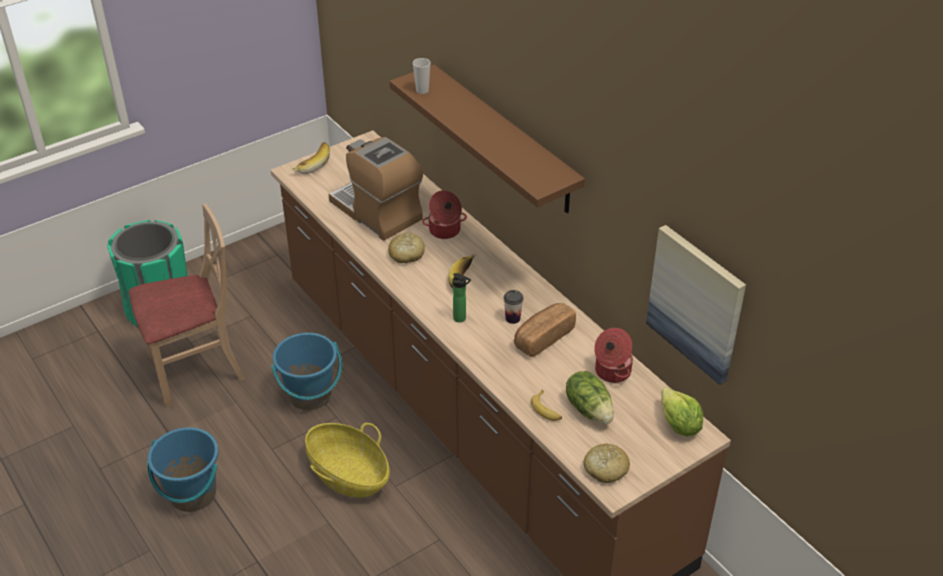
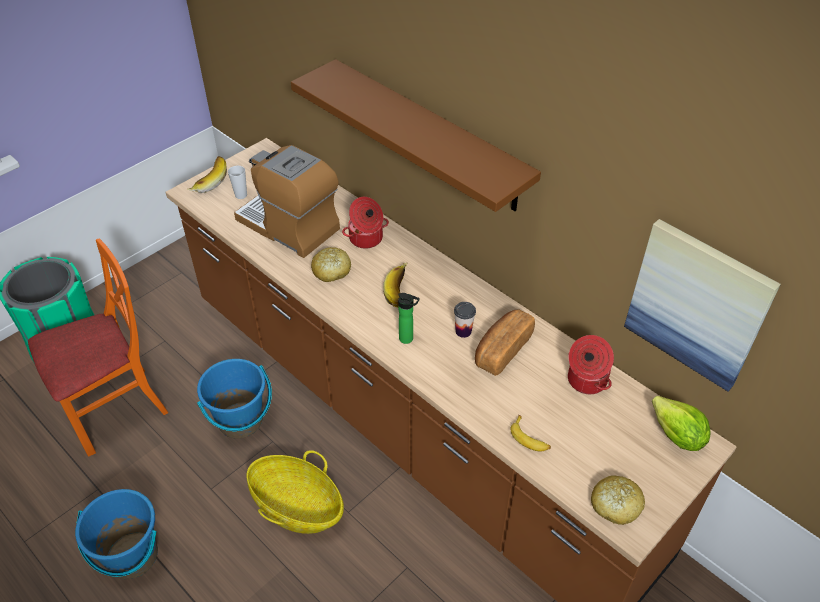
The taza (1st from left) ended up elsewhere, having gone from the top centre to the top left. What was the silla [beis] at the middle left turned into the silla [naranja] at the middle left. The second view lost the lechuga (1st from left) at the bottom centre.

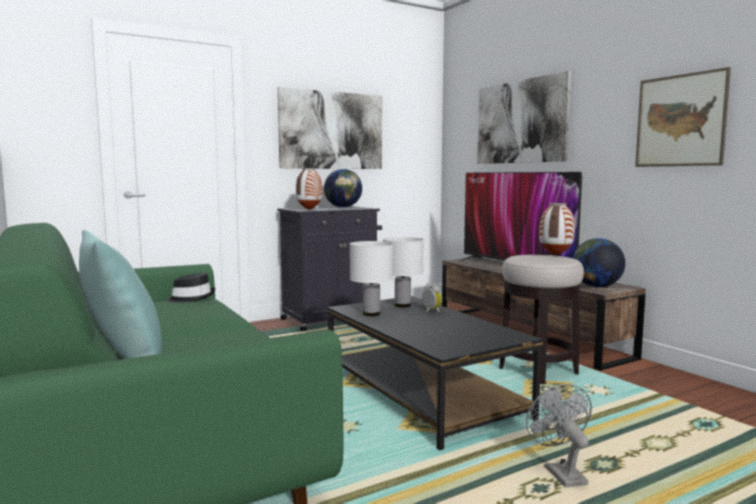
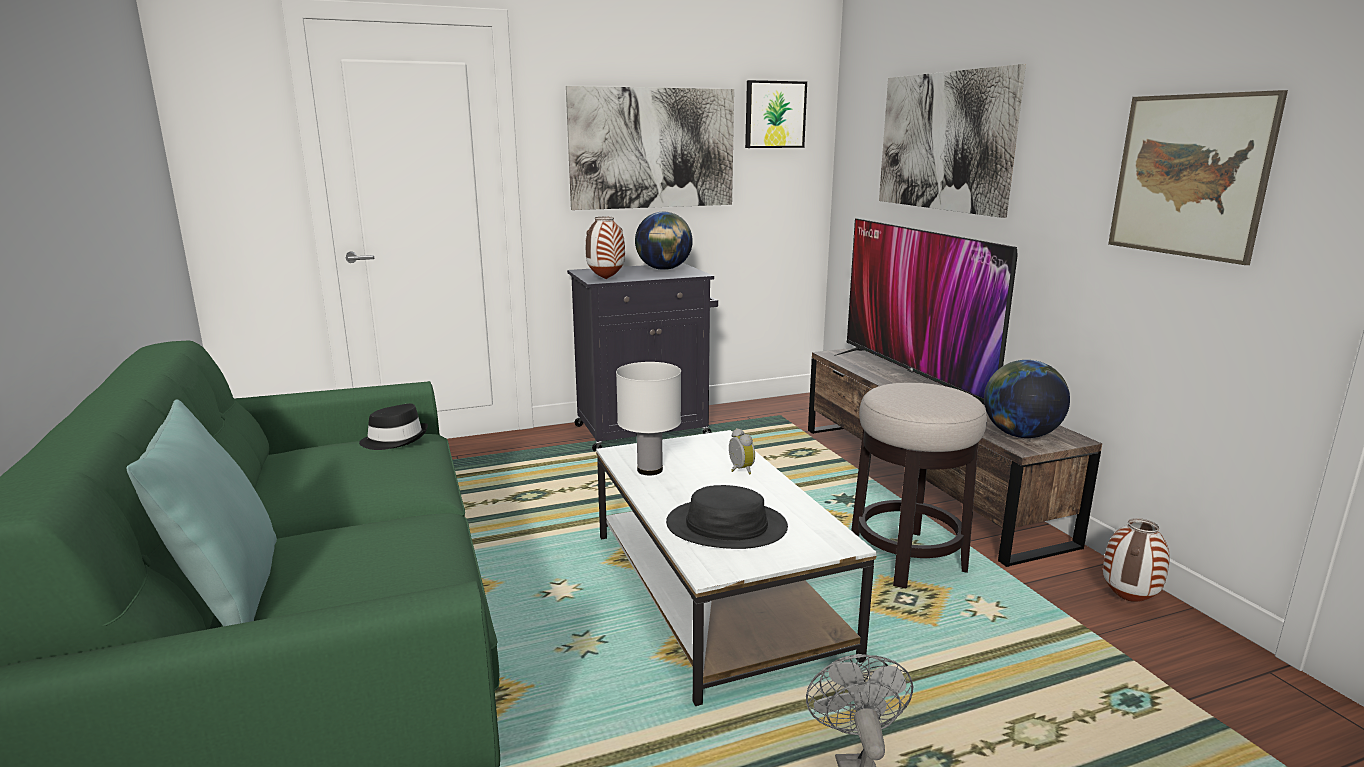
The florero (2nd from left) ended up elsewhere, having gone from the middle right to the bottom right. The second view lost the lámpara de mesa [blanco] (2nd from left) at the centre. What was the mesa de centro [negro] at the bottom centre turned into the mesa de centro [blanco] at the bottom centre. The second view gained the cuadro (2nd from left) at the top centre. The second view gained the sombrero [negro] (2nd from left) at the bottom centre.

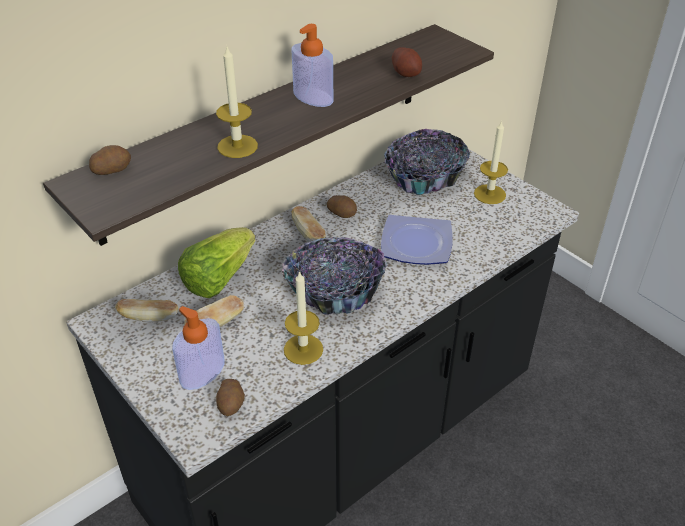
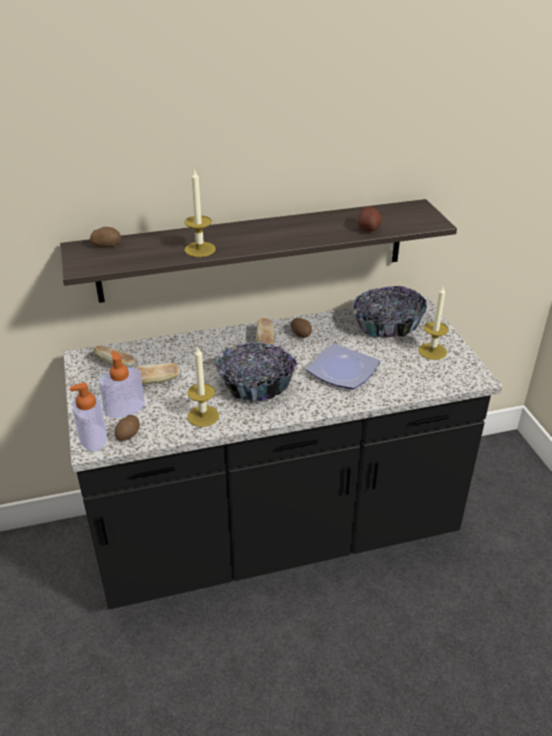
The dispensador de jabón (2nd from left in the first image) ended up elsewhere, having gone from the top centre to the middle left. The second view lost the lechuga at the middle left.

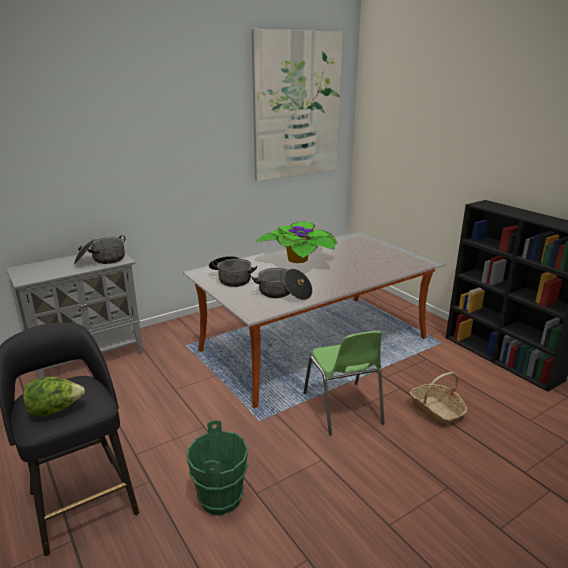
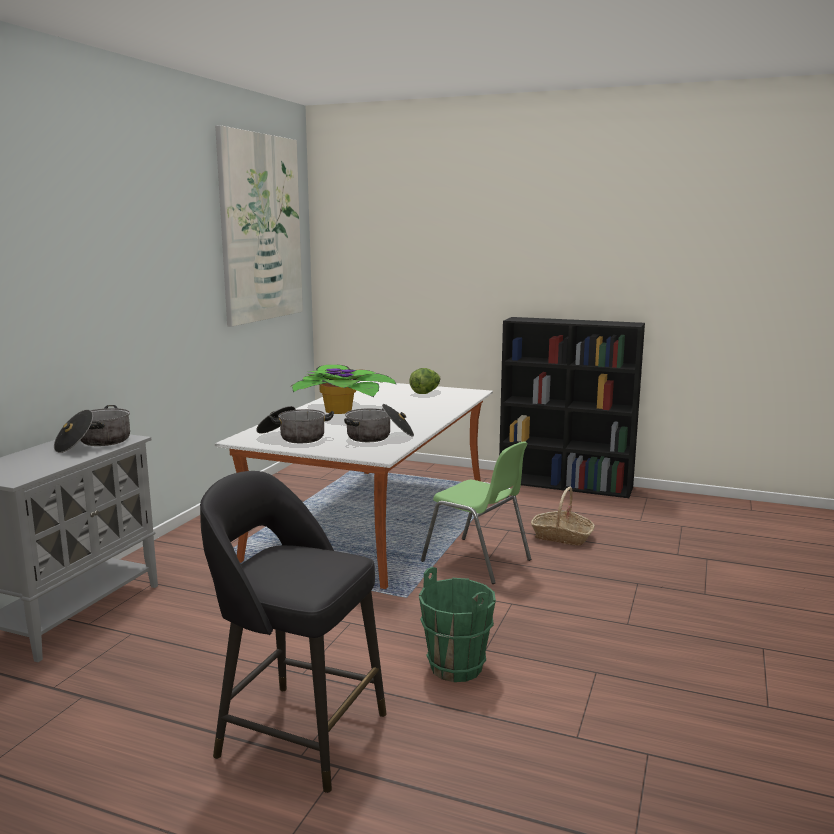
The lechuga ended up elsewhere, having gone from the bottom left to the centre.

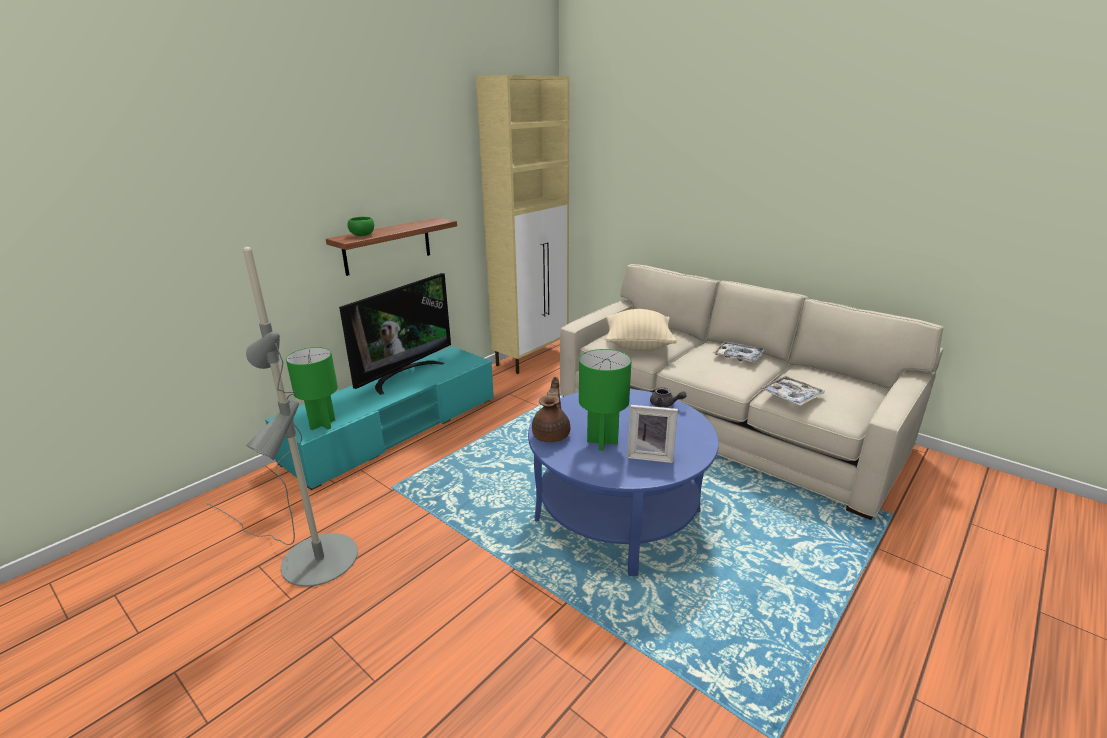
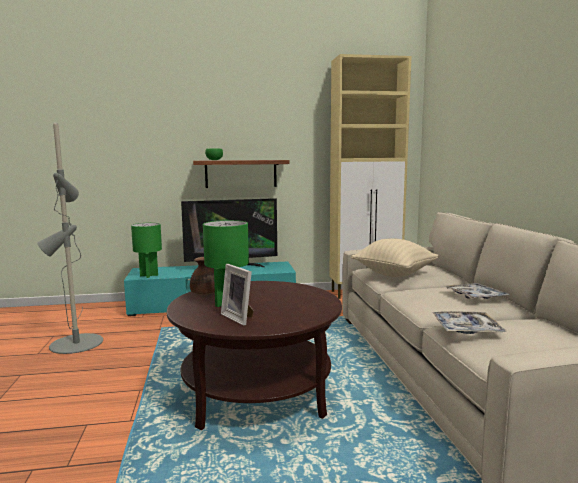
The second view lost the tetera [gris] at the centre. What was the mesa de centro [azul] at the centre turned into the mesa de centro [marrón] at the bottom centre.

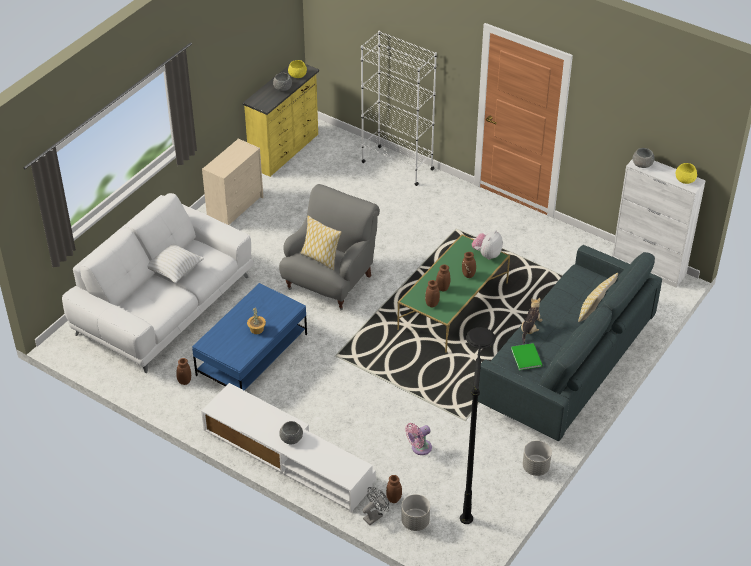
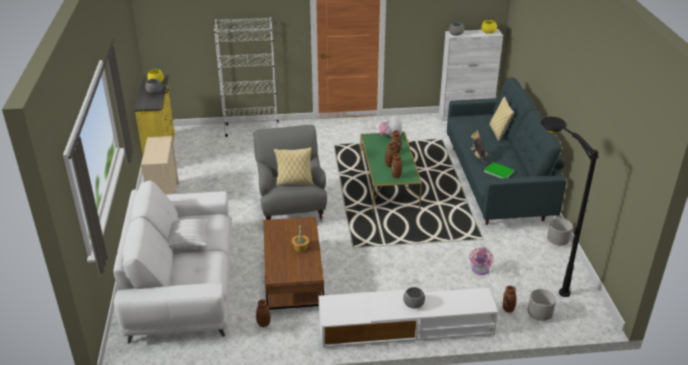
What was the mesa de centro [azul] at the middle left turned into the mesa de centro [marrón] at the bottom centre. The second view lost the ventilador [gris] at the bottom centre.

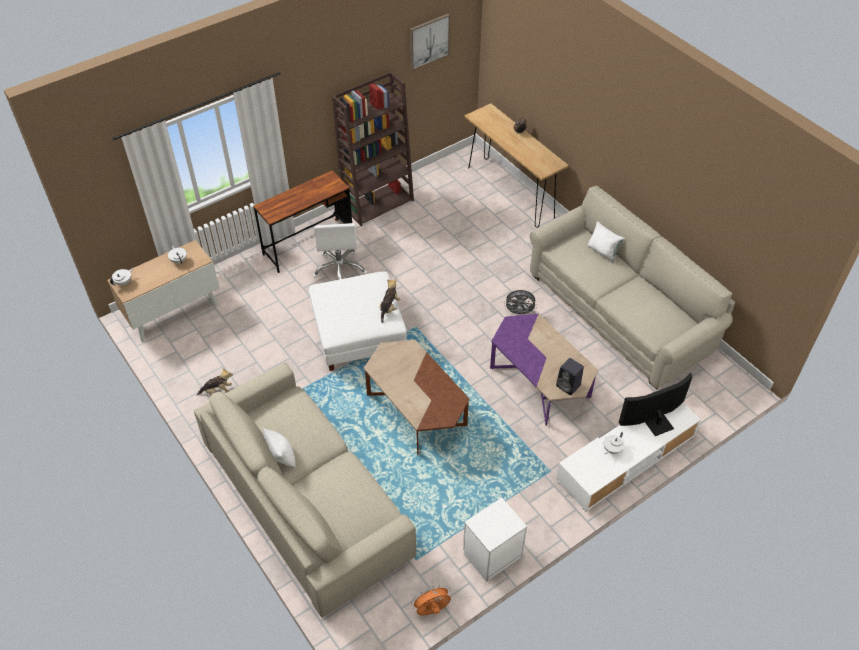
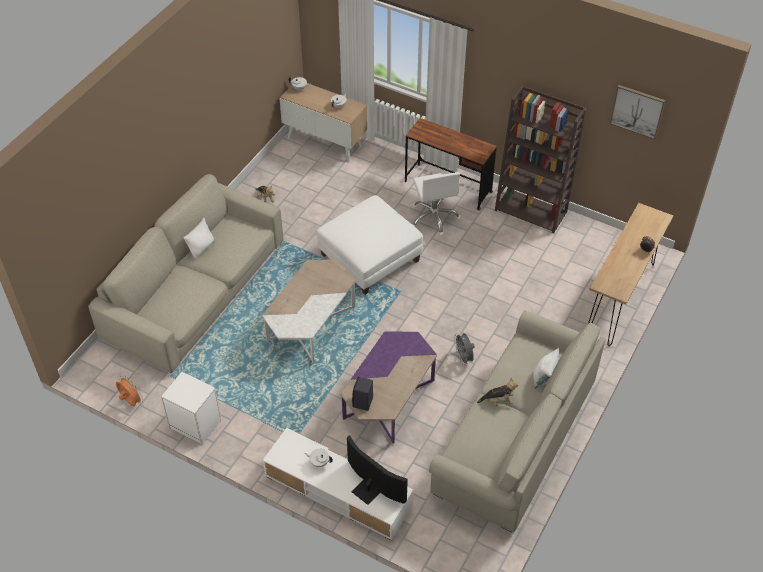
The silla de oficina [blanco] at the centre ended up facing another way, 75 degrees counterclockwise from before. The peluche (2nd from left) ended up elsewhere, having gone from the centre to the bottom centre. What was the mesa de centro [marrón] at the centre turned into the mesa de centro [blanco] at the centre.

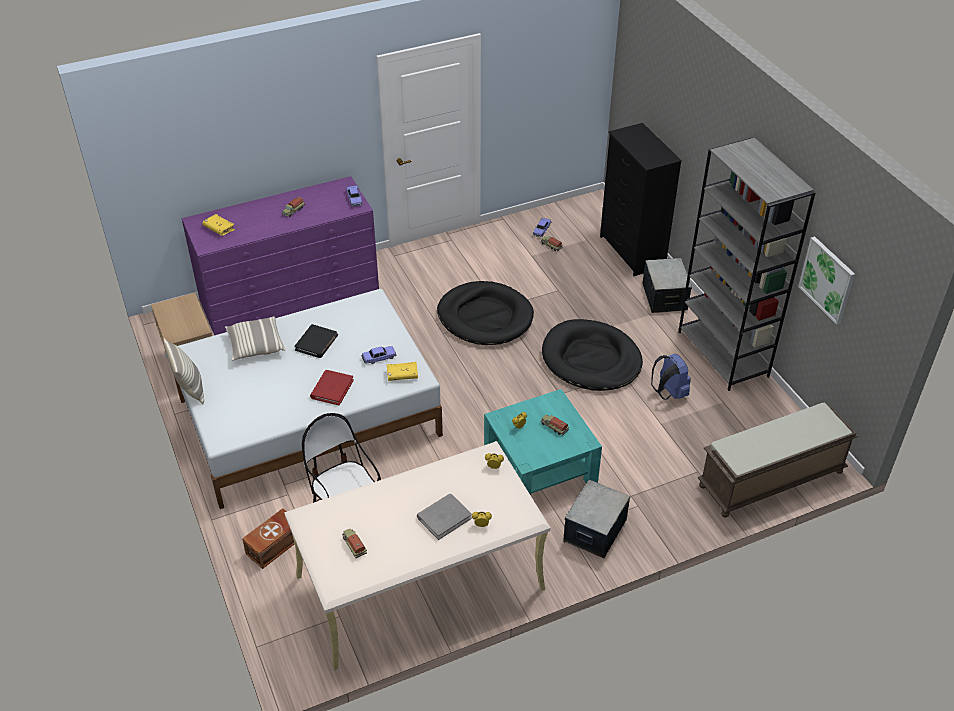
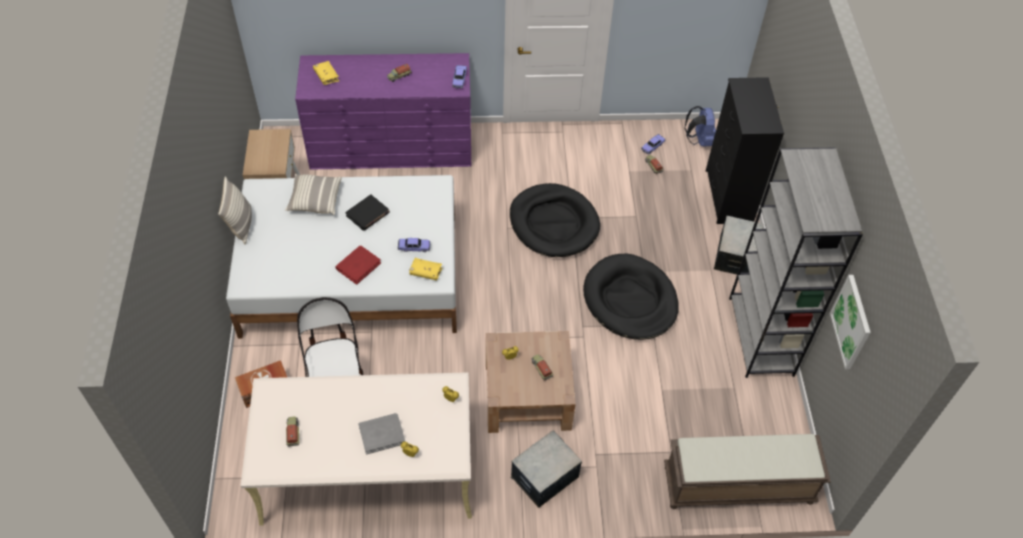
The mochila [azul] ended up elsewhere, having gone from the middle right to the top right. What was the mesa de centro [turquesa] at the centre turned into the mesa de centro [marrón] at the bottom centre.

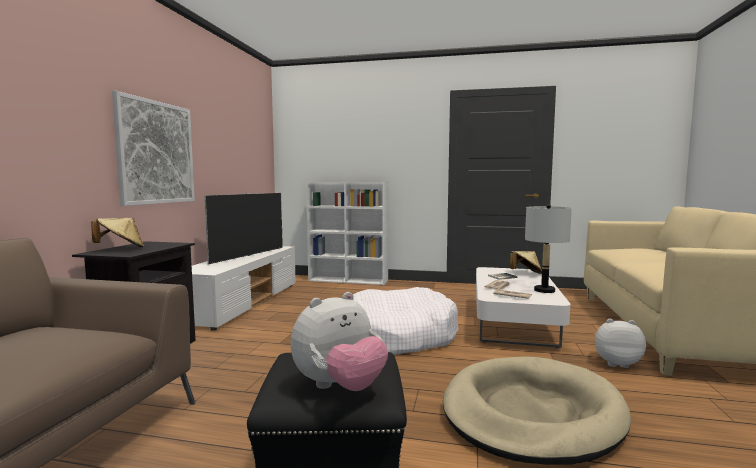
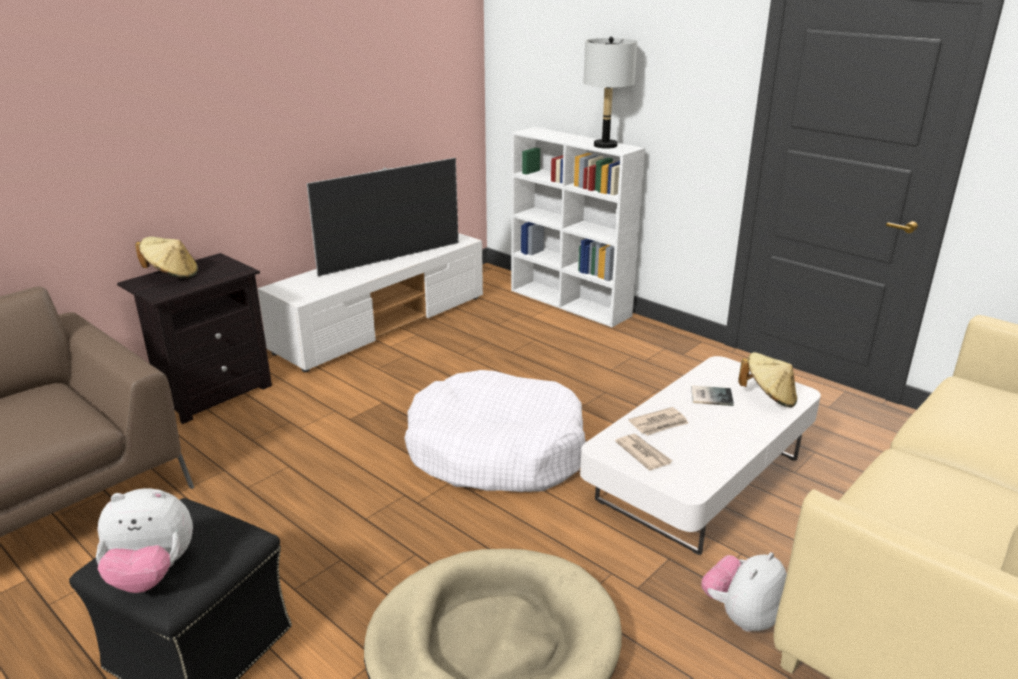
The second view lost the cuadro at the top left. The lámpara de mesa [gris] ended up elsewhere, having gone from the middle right to the top centre. The peluche (2nd from left) at the bottom right ended up facing another way, 90 degrees counterclockwise from before.

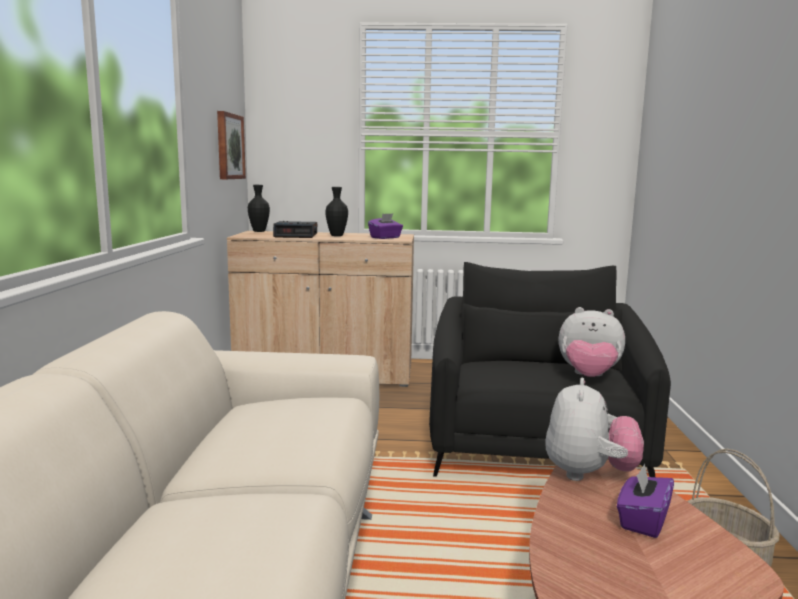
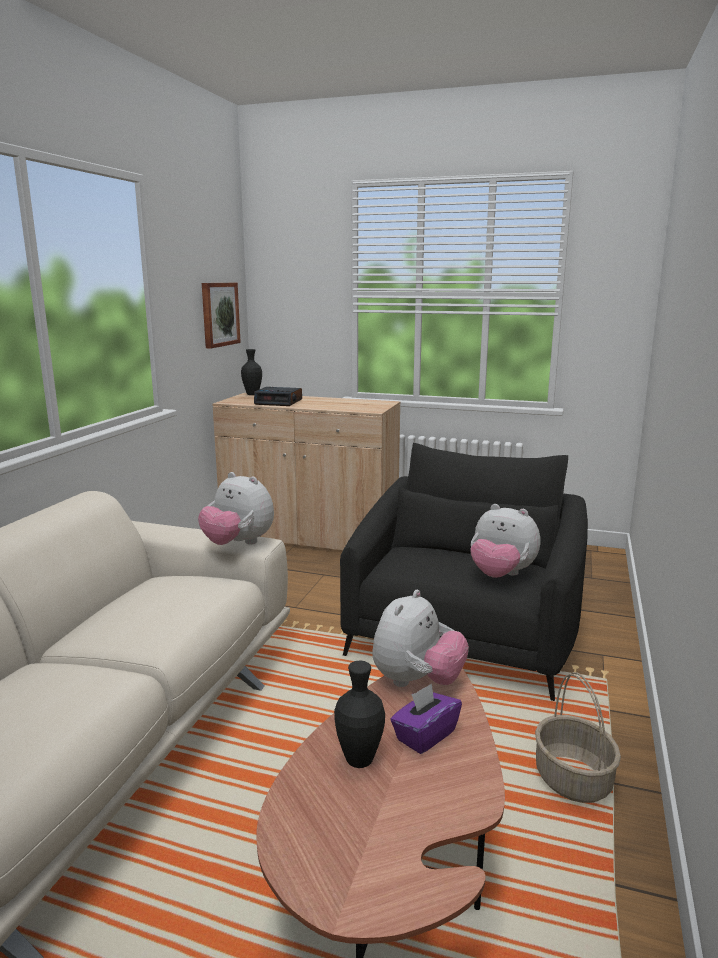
The florero [negro] (2nd from left) ended up elsewhere, having gone from the centre to the bottom centre. The second view lost the caja de pañuelos [morado] (1st from left) at the centre. The second view gained the peluche (1st from left) at the middle left.

